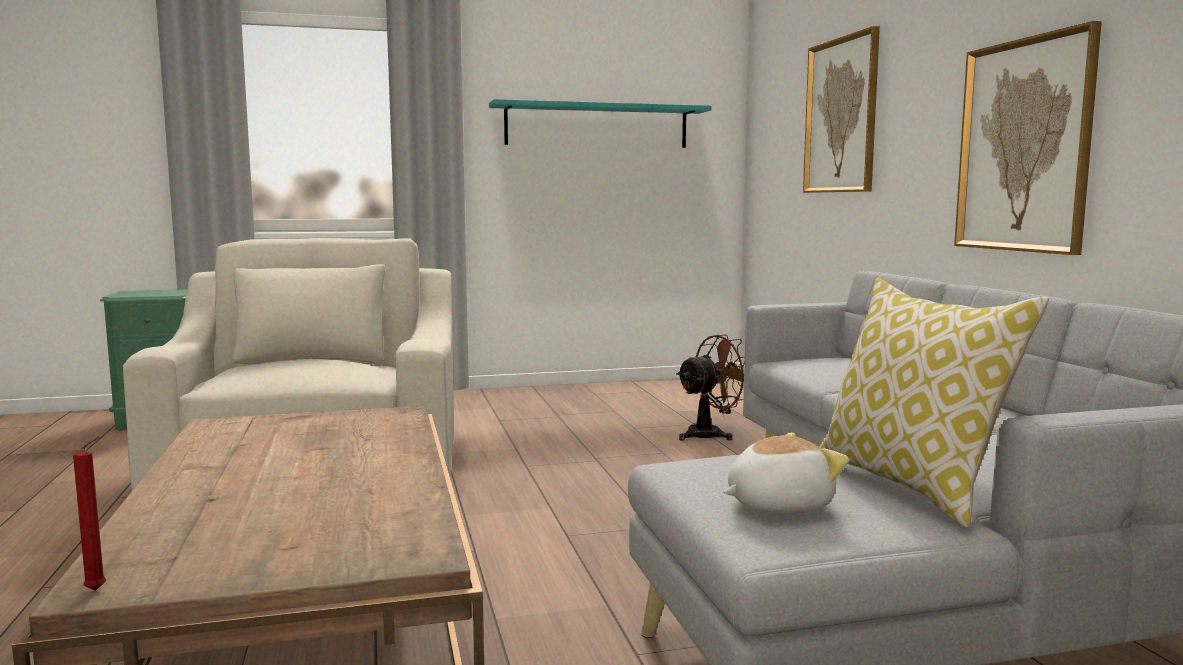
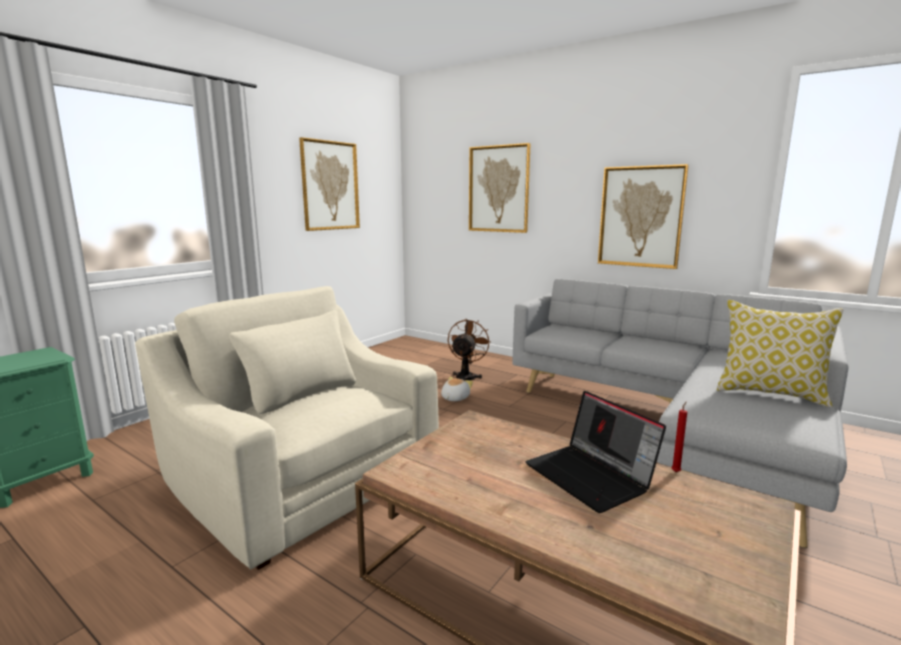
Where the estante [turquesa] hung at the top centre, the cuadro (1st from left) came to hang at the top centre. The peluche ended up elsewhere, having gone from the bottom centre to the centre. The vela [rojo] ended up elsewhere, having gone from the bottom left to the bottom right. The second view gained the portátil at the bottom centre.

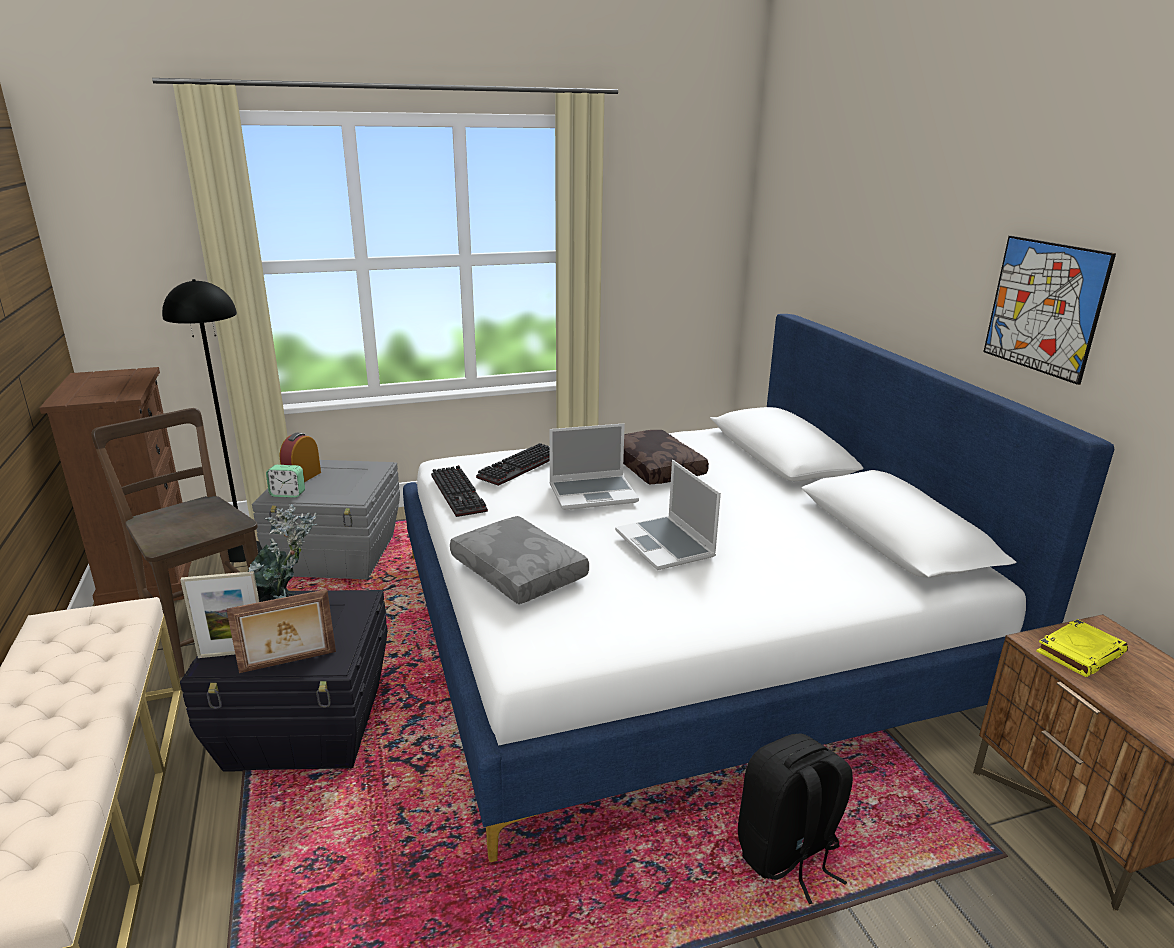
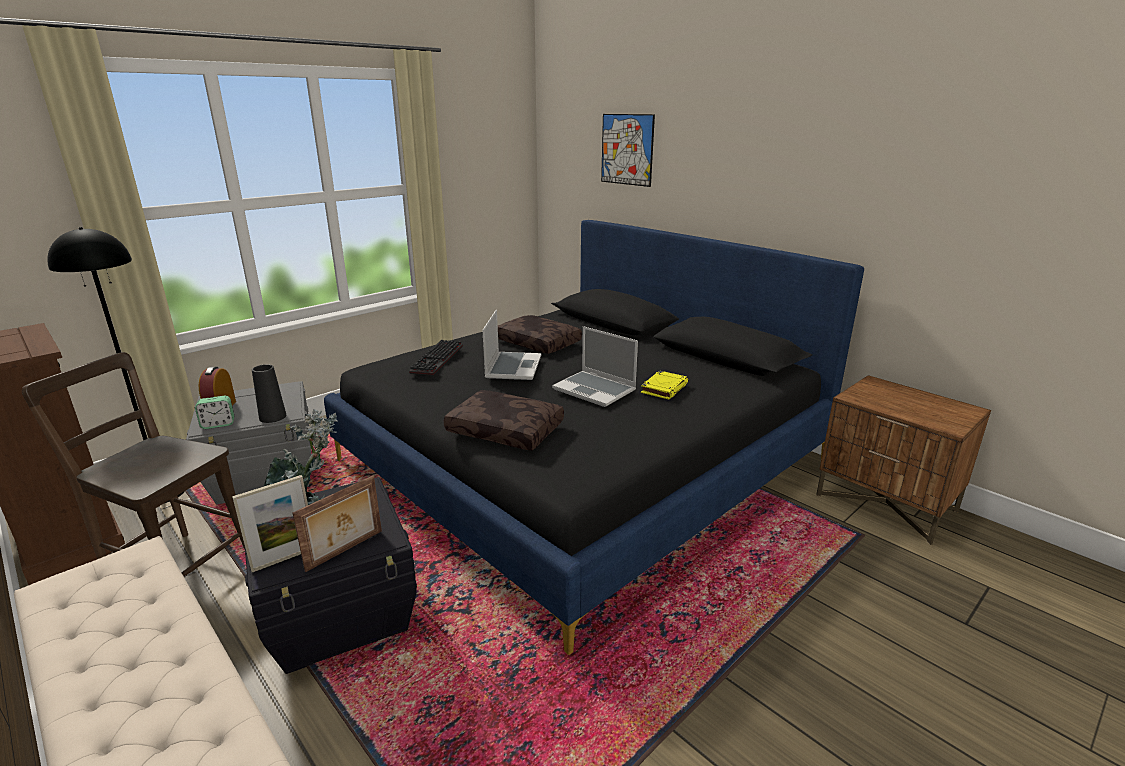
The cuadro ended up elsewhere, having gone from the top right to the top centre. What was the cama [blanco] at the centre turned into the cama [negro] at the centre. The portátil (1st from left) at the centre ended up facing another way, 45 degrees counterclockwise from before. The second view lost the teclado (1st from left) at the centre. What was the cojín [gris] at the centre turned into the cojín [marrón] (1st from left) at the centre. The libro [amarillo] ended up elsewhere, having gone from the bottom right to the centre. The second view lost the mochila [negro] at the bottom right. The second view gained the florero [negro] at the middle left.

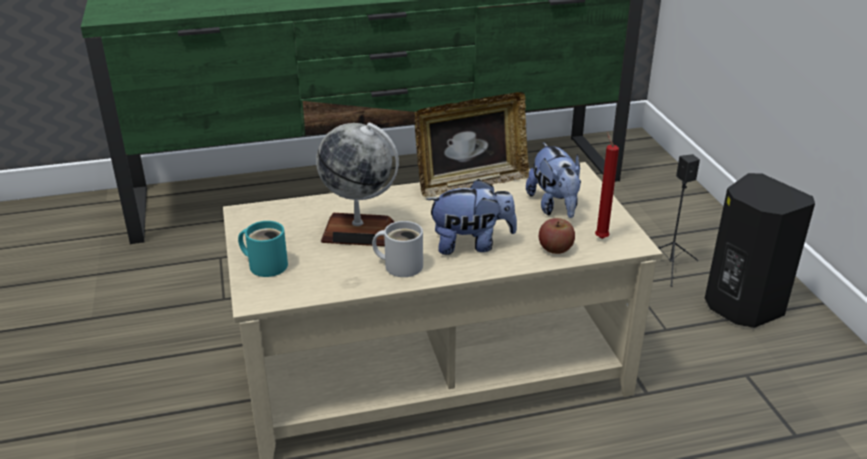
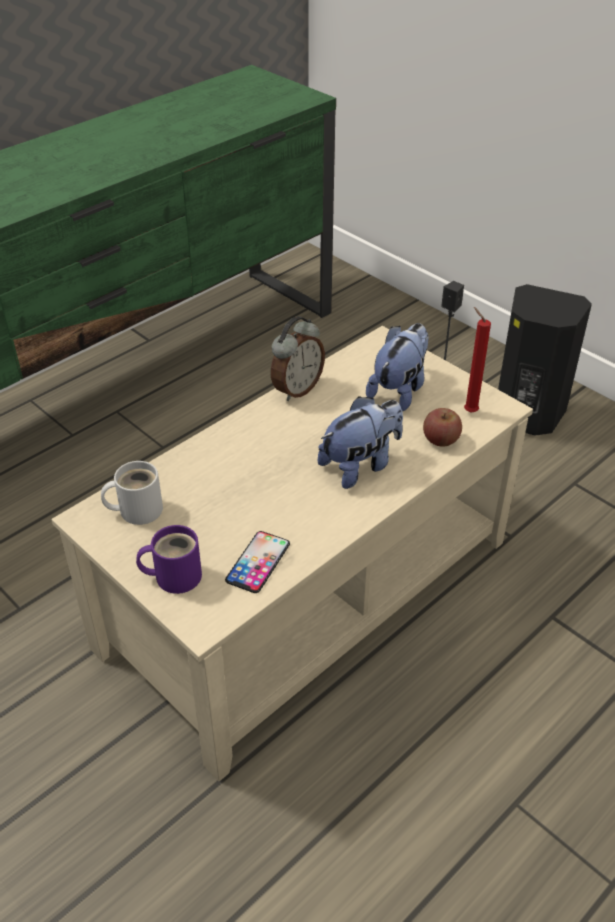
Where the portarretratos stood at the top centre, the despertador came to stand at the centre. The second view lost the globo terráqueo at the centre. The peluche (2nd from left) at the centre ended up facing another way, 105 degrees counterclockwise from before. What was the taza grande [turquesa] at the middle left turned into the taza grande [morado] at the middle left. The taza grande [blanco] ended up elsewhere, having gone from the centre to the middle left. The second view gained the móvil at the centre.

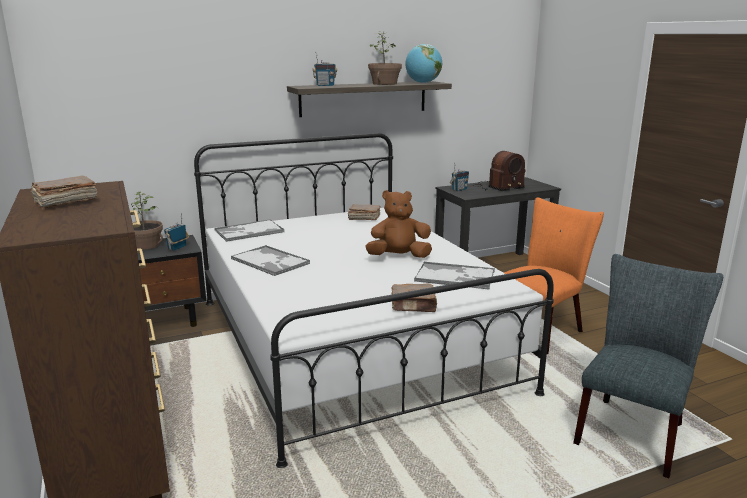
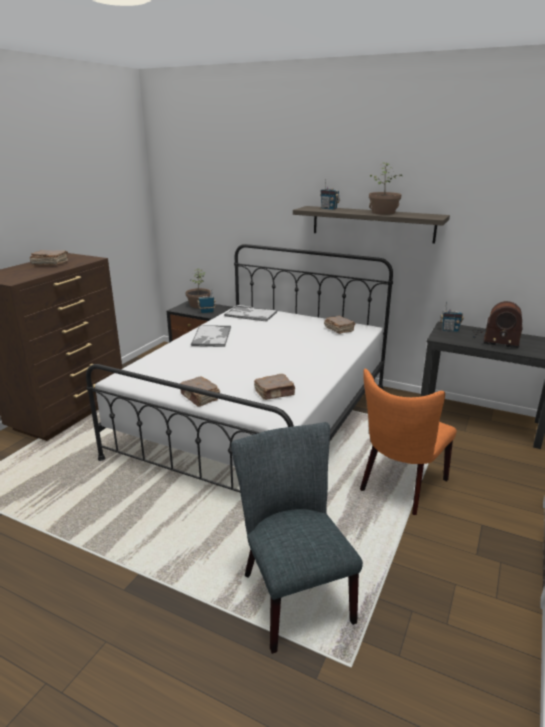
The second view lost the globo terráqueo at the top centre. The second view lost the peluche [marrón] at the centre. The silla [naranja] at the middle right ended up facing another way, 120 degrees clockwise from before. The silla [gris] at the bottom right ended up facing another way, 105 degrees counterclockwise from before. Where the bandeja (3rd from left) stood at the centre, the libro [marrón] (3rd from left) came to stand at the centre.

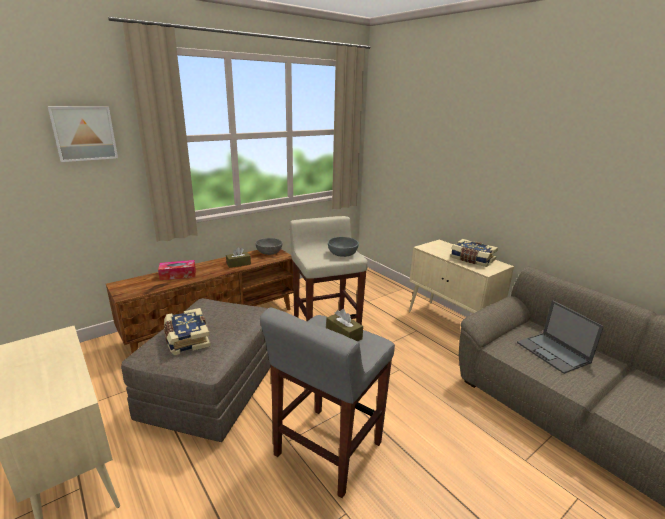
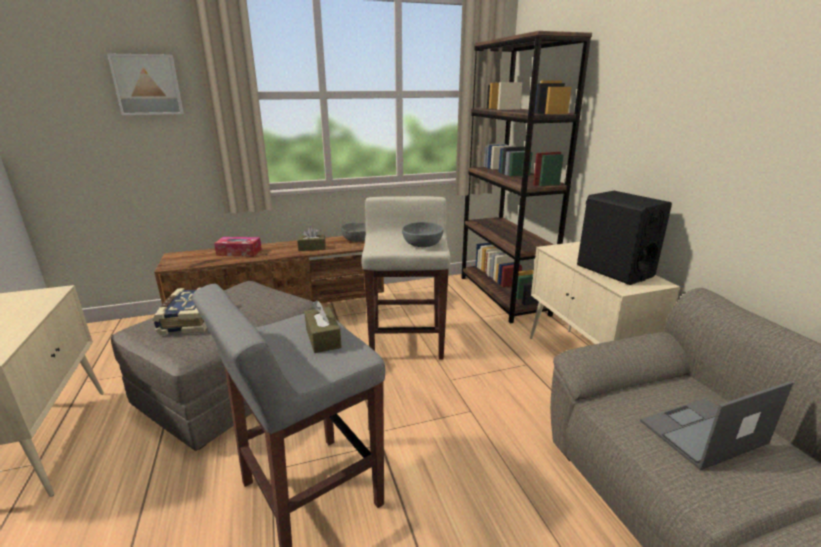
Where the libro (2nd from left) stood at the middle right, the altavoz [negro] came to stand at the middle right. The portátil at the middle right ended up facing another way, 75 degrees clockwise from before. The second view gained the estantería [marrón] at the top centre.

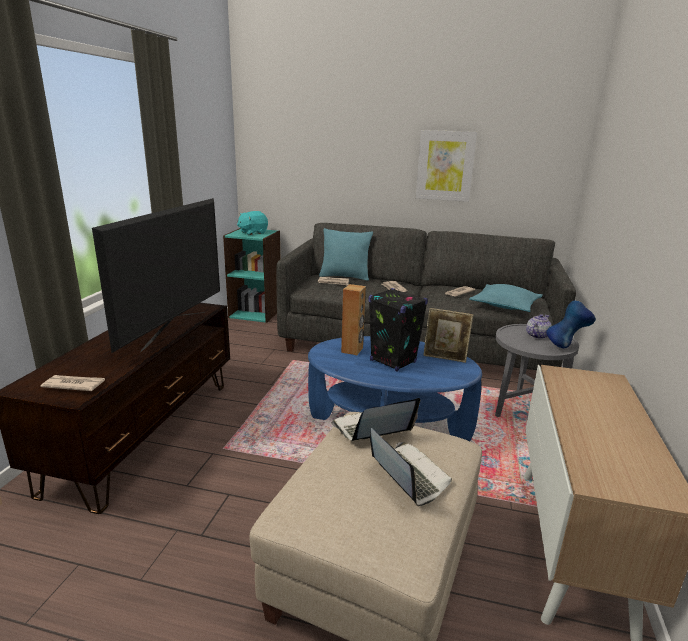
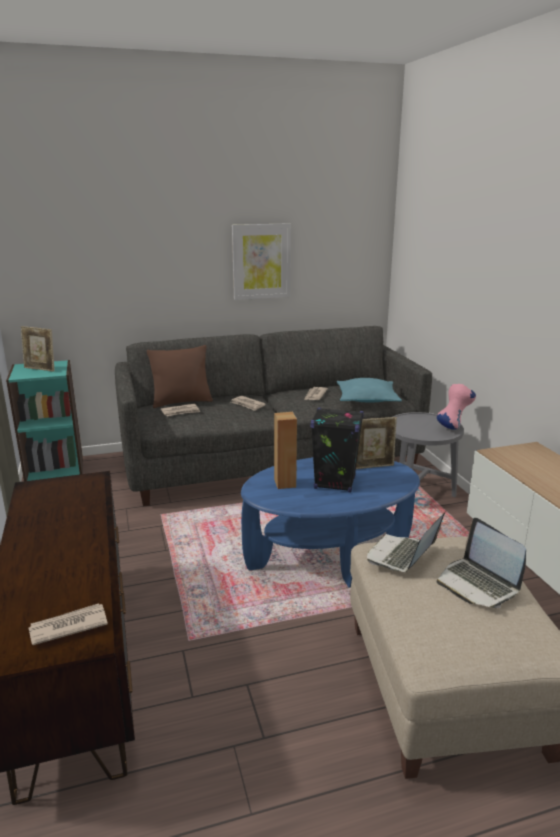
The second view lost the televisor at the middle left. Where the peluche [turquesa] stood at the centre, the portarretratos (1st from left) came to stand at the middle left. What was the cojín [turquesa] (1st from left) at the centre turned into the cojín [marrón] at the middle left. What was the florero [azul] at the middle right turned into the florero [rosa] at the middle right. The second view lost the tetera at the middle right. The portátil (2nd from left) at the bottom centre ended up facing another way, 150 degrees counterclockwise from before.

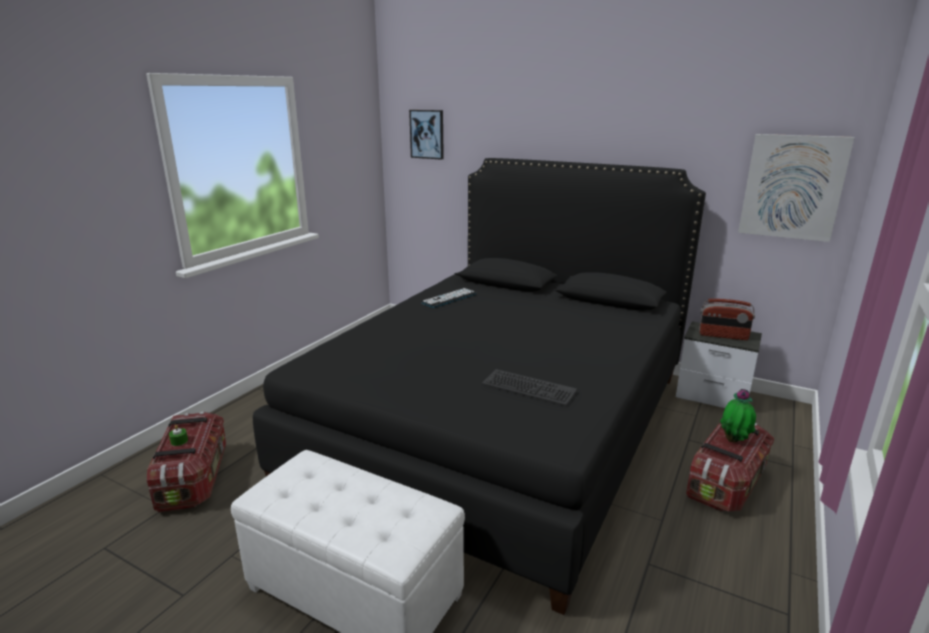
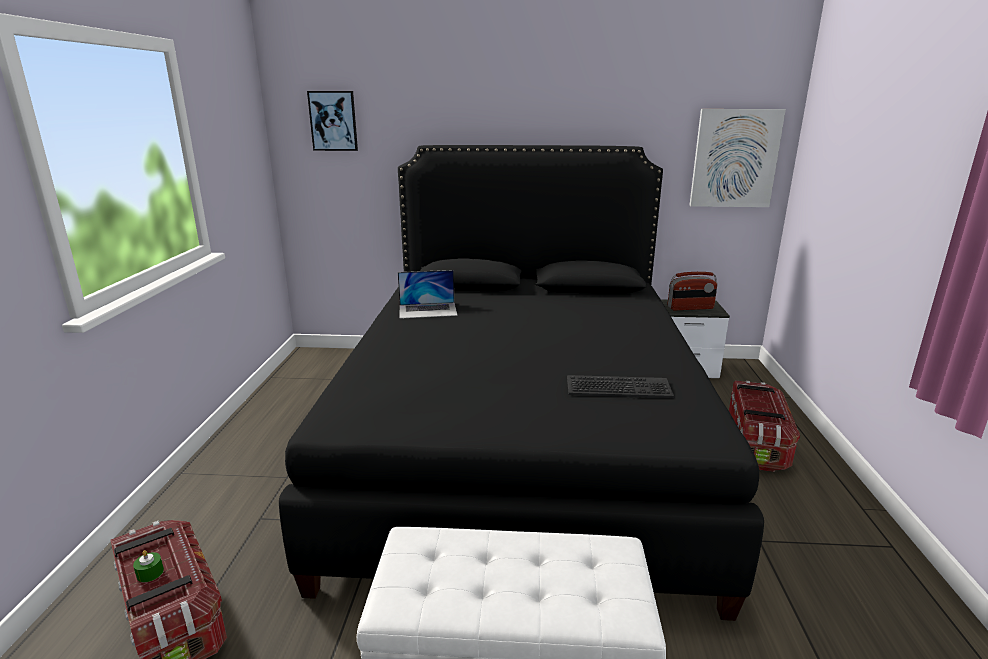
Where the teclado (1st from left) stood at the centre, the portátil came to stand at the centre. The second view lost the planta en maceta at the middle right.

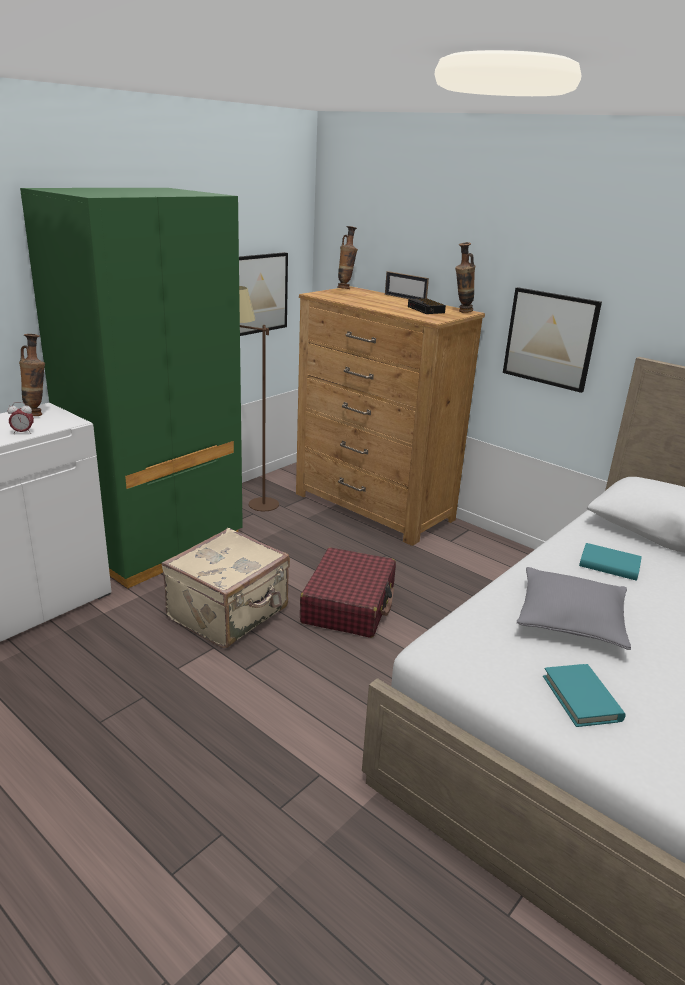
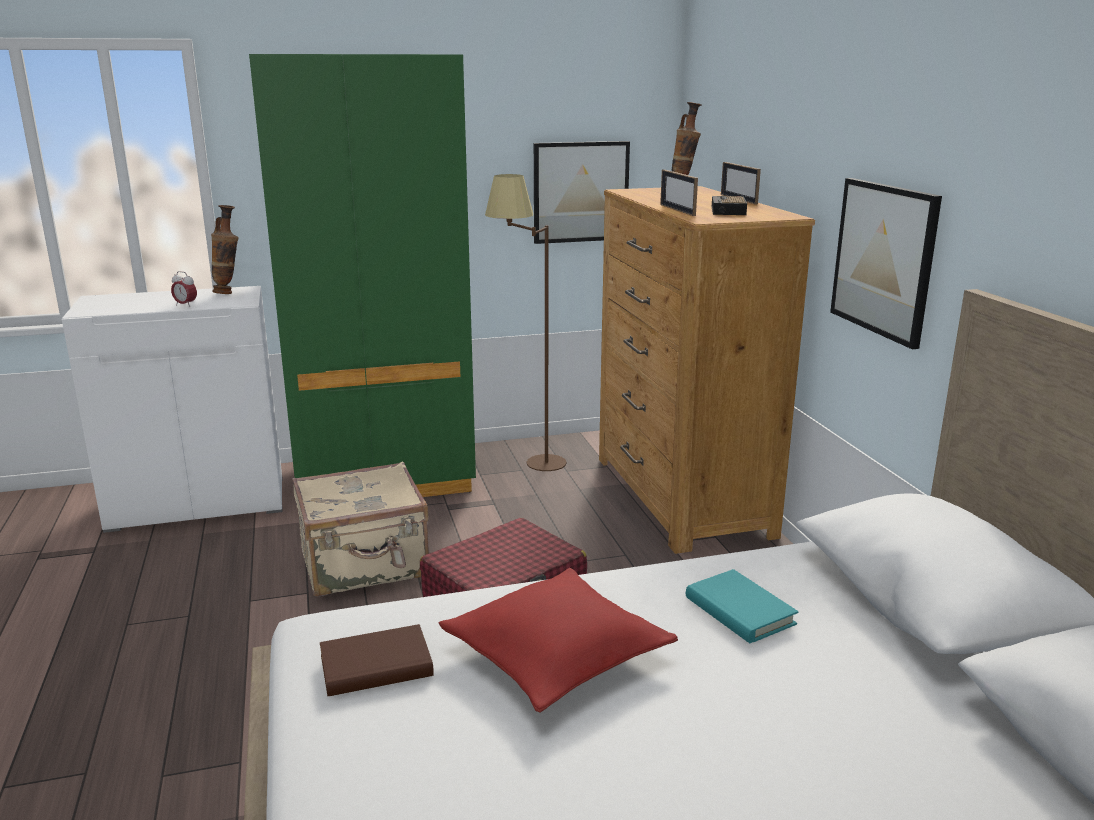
The second view lost the florero (3rd from left) at the top right. What was the cojín [gris] at the middle right turned into the cojín [rojo] at the bottom centre. The second view lost the libro [turquesa] (1st from left) at the bottom right. The second view gained the portarretratos (1st from left) at the top centre. The second view gained the libro [marrón] at the bottom centre.

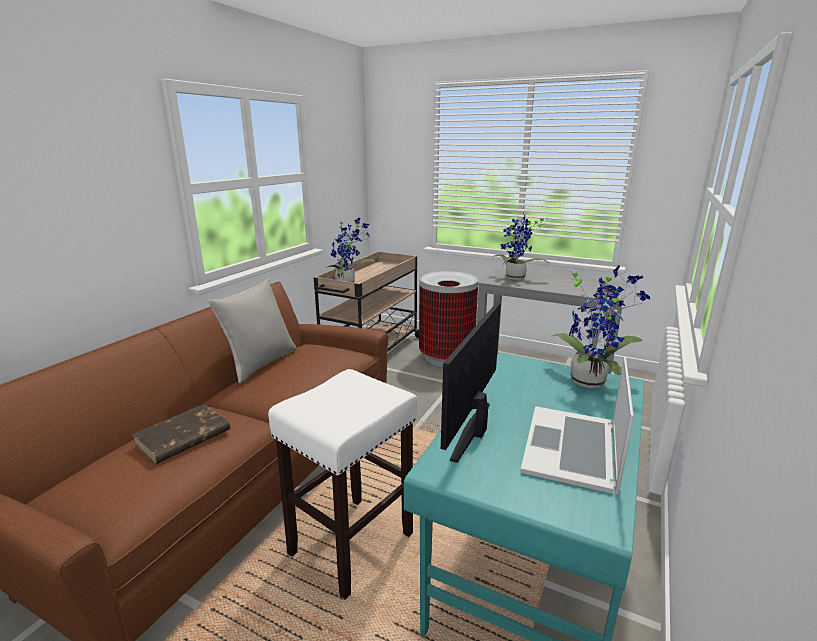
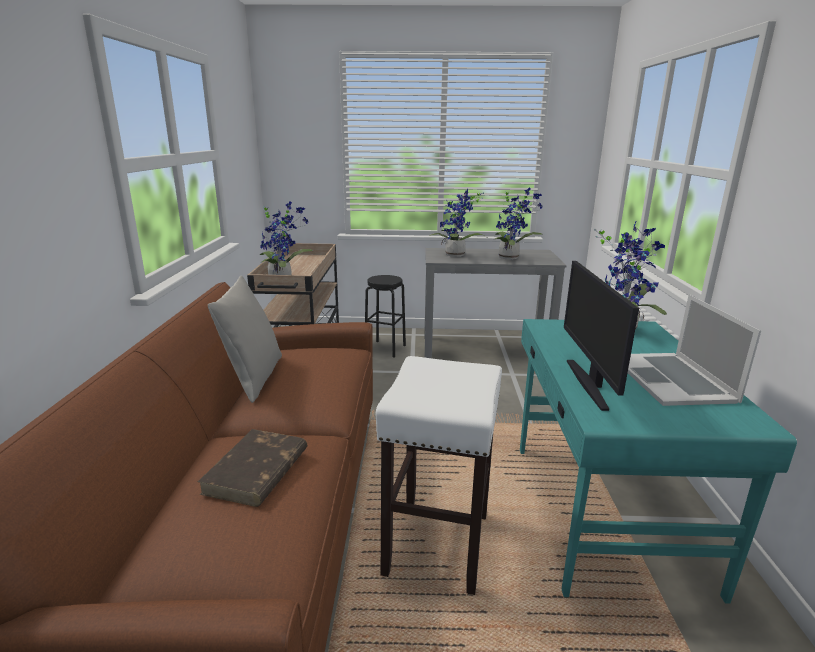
Where the papelera stood at the centre, the taburete [negro] came to stand at the centre. The second view gained the planta en maceta (3rd from left) at the centre.

